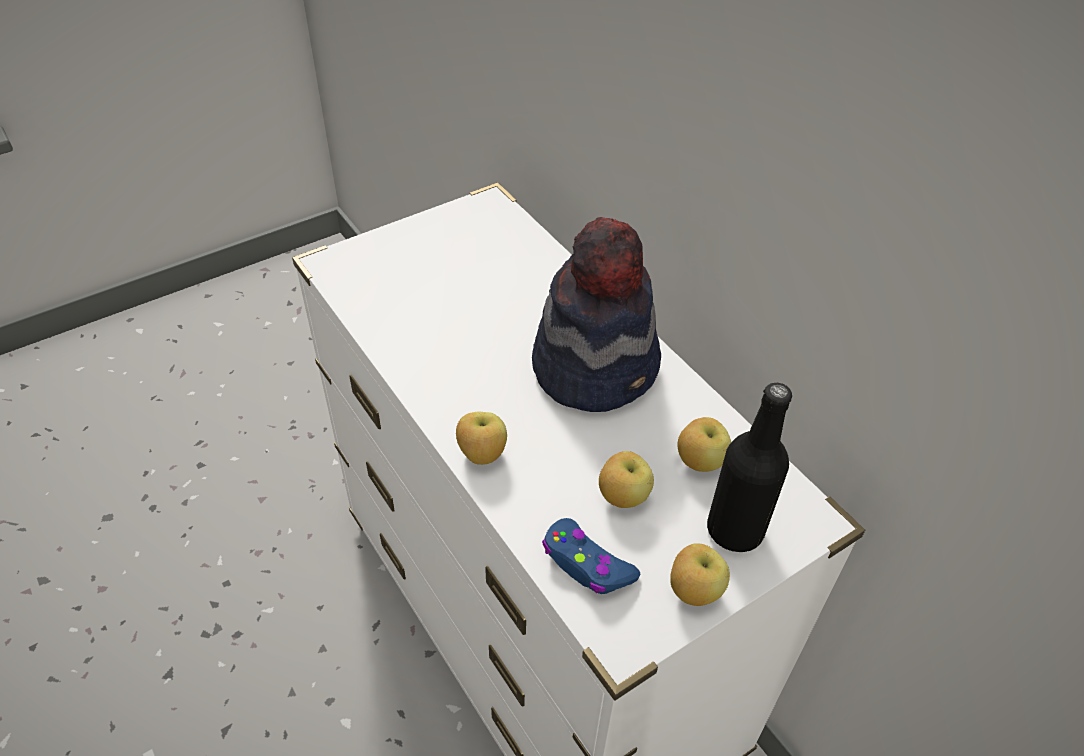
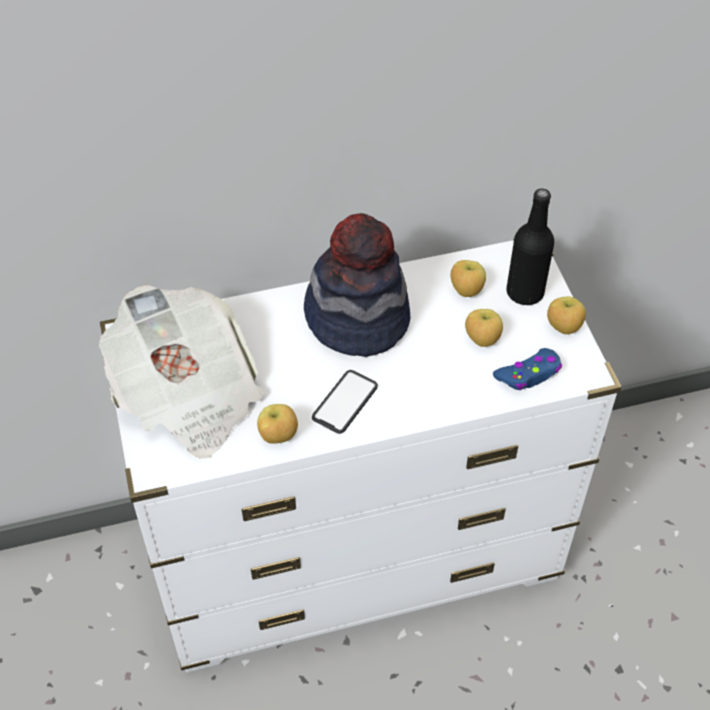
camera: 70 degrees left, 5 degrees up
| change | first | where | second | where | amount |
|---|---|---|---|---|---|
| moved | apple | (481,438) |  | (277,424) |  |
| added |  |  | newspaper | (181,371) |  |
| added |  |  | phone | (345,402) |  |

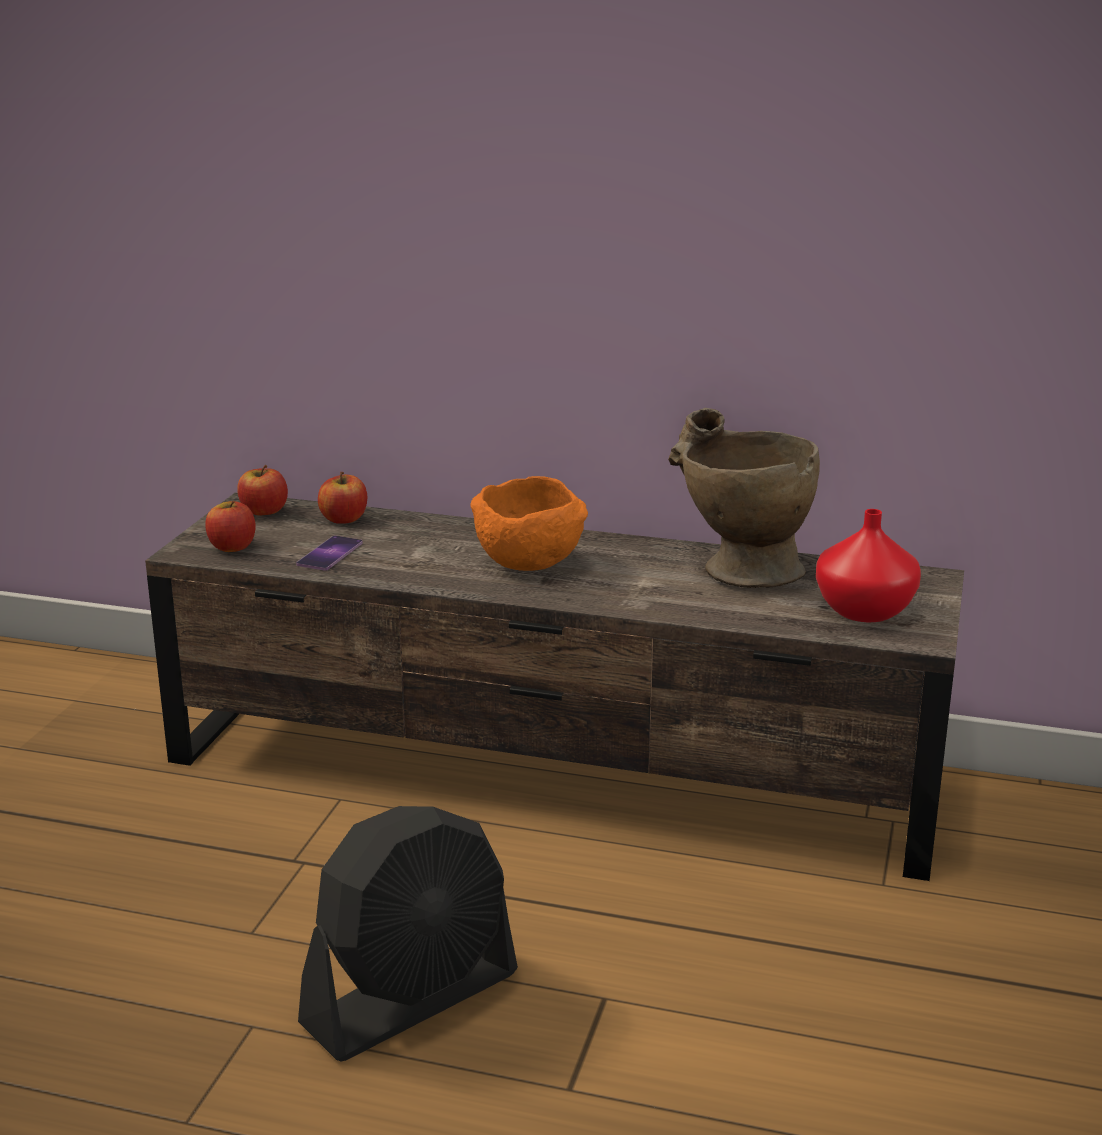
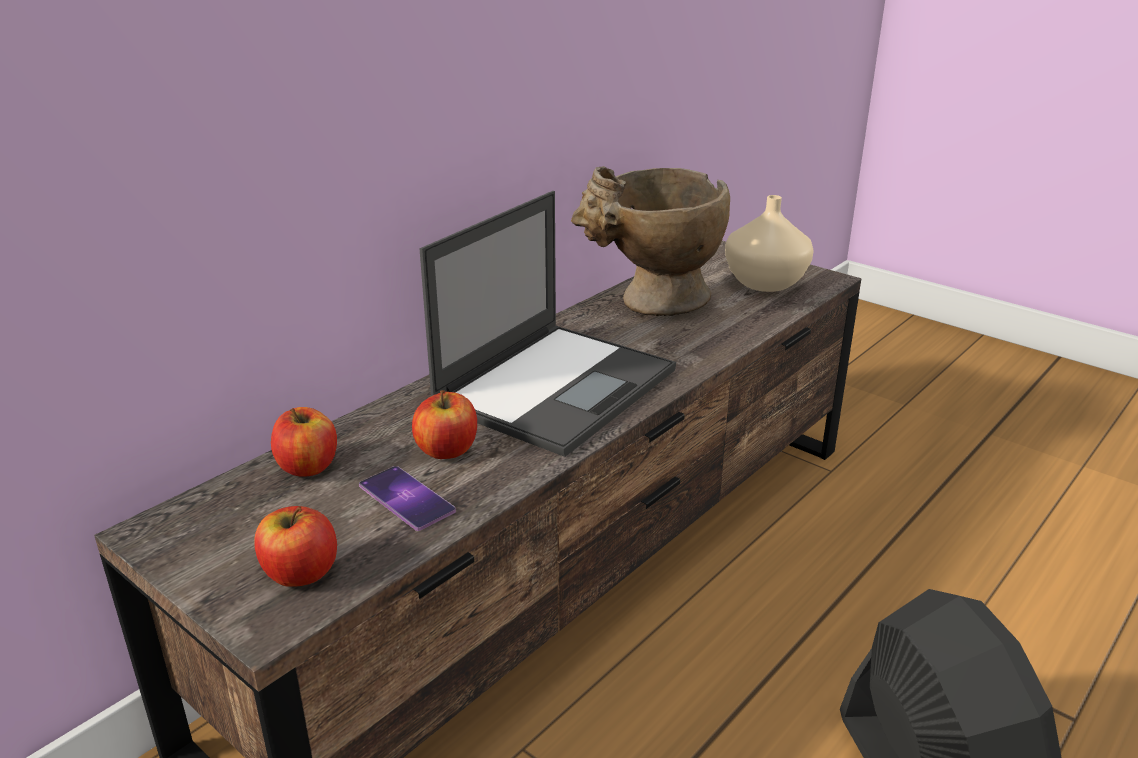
camera: 65 degrees left, 5 degrees up
| change | first | where | second | where | amount |
|---|---|---|---|---|---|
| moved | apple | (262,490) |  | (444,424) |  |
| replaced | orange bowl | (529,523) | laptop | (547,324) |  |
| recoloured | red vase | (868,565) | beige vase | (769,243) |  |

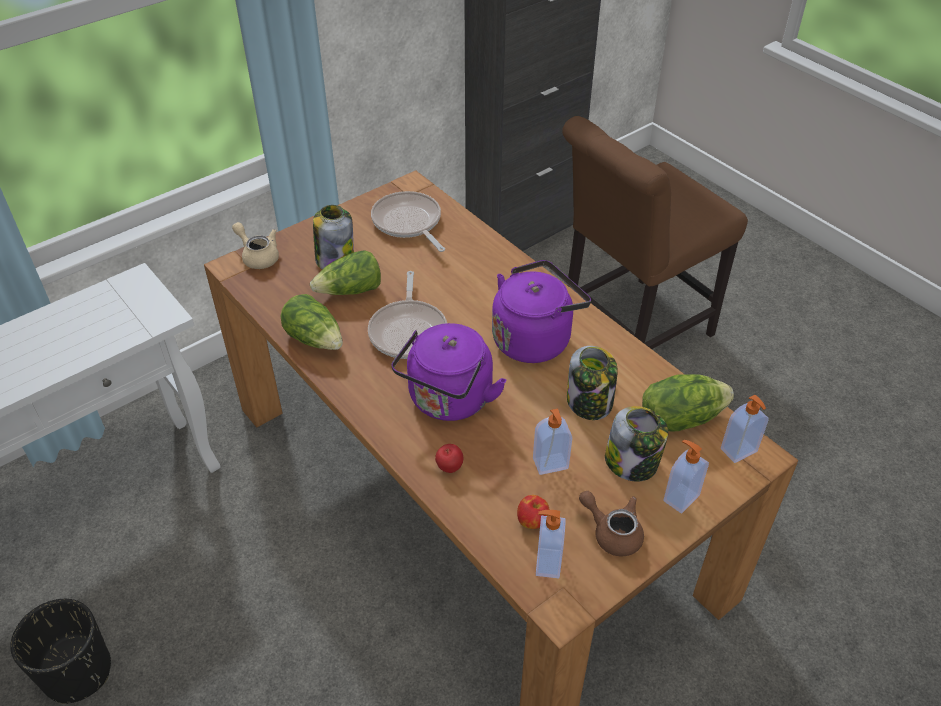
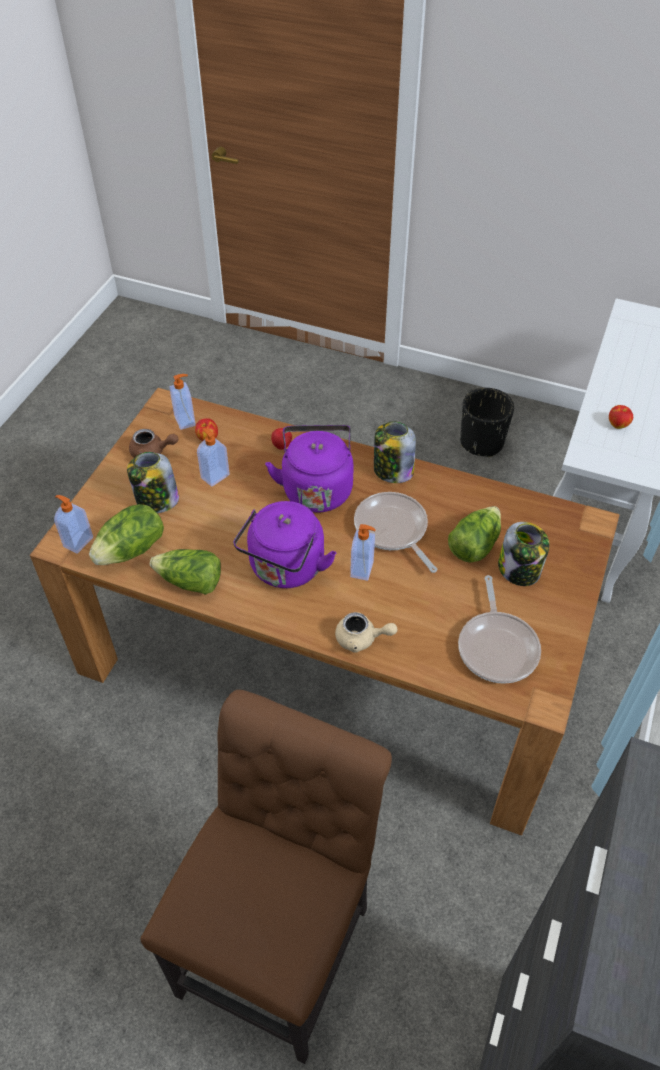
camera: 150 degrees right, 5 degrees up
| change | first | where | second | where | amount |
|---|---|---|---|---|---|
| turned | frying pan | (408,221) |  | (499,629) | 60 degrees clockwise |
| moved | beige teapot | (255,245) |  | (366,632) |  |
| moved | lettuce | (312,322) |  | (185,572) |  |
| moved | jar | (592,383) |  | (395,452) |  |
| moved | soap dispenser | (686,477) |  | (363,552) |  |
| added |  |  | apple | (621,417) |  |

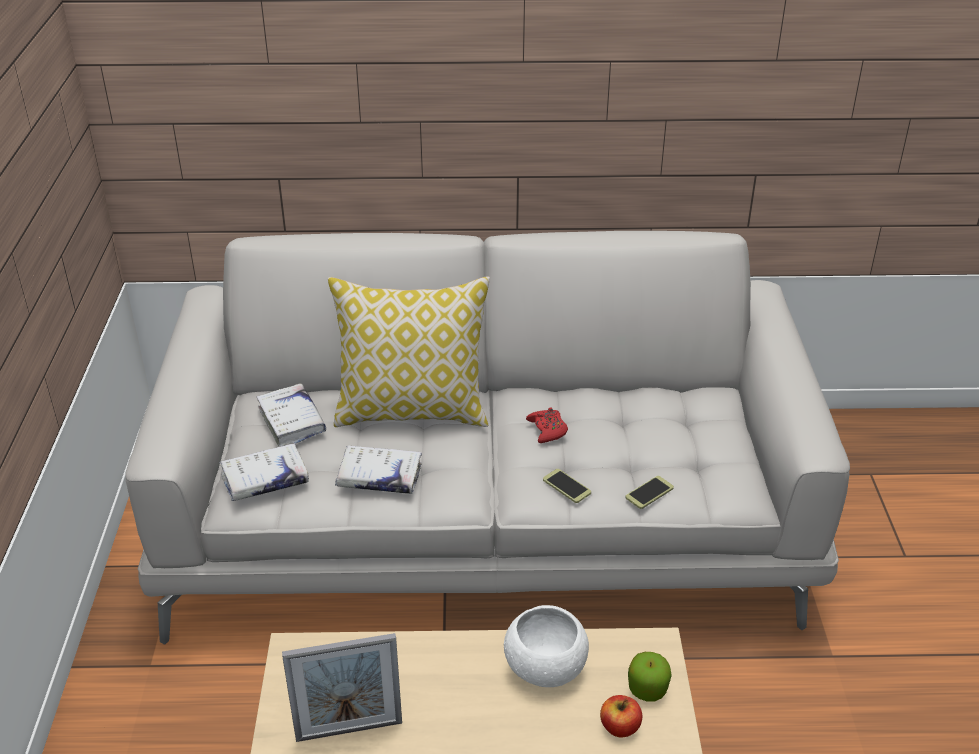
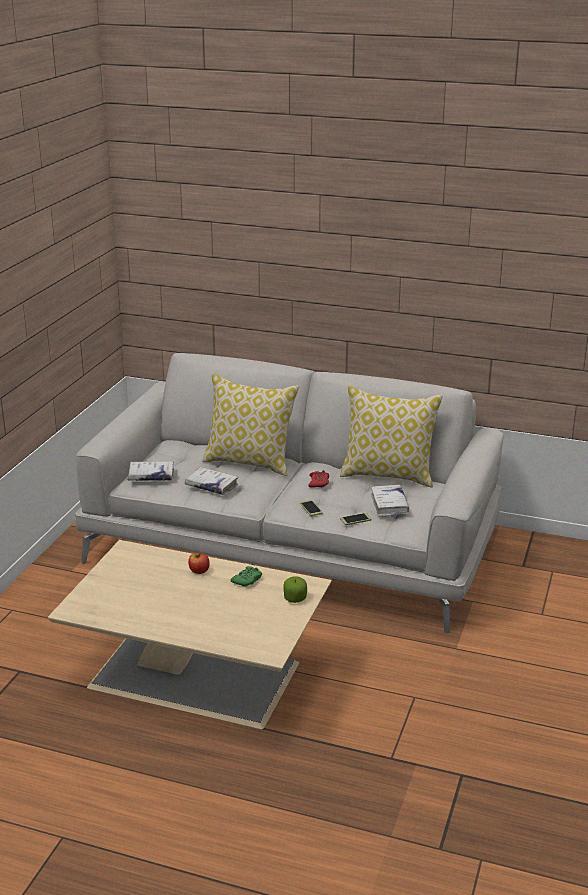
camera: 20 degrees right, 10 degrees down
| change | first | where | second | where | amount |
|---|---|---|---|---|---|
| moved | white book | (291,415) |  | (390,500) |  |
| replaced | white bowl | (546,646) | green game controller | (246,576) |  |
| removed | picture frame | (342,687) |  |  |  |
| moved | apple | (621,716) |  | (199,563) |  |
| added |  |  | pillow | (391,436) |  |

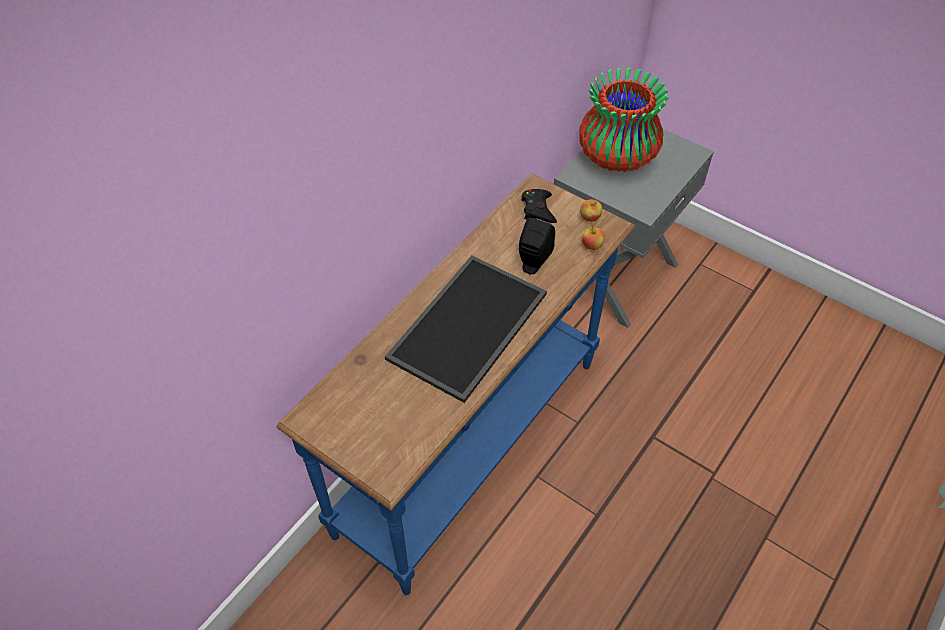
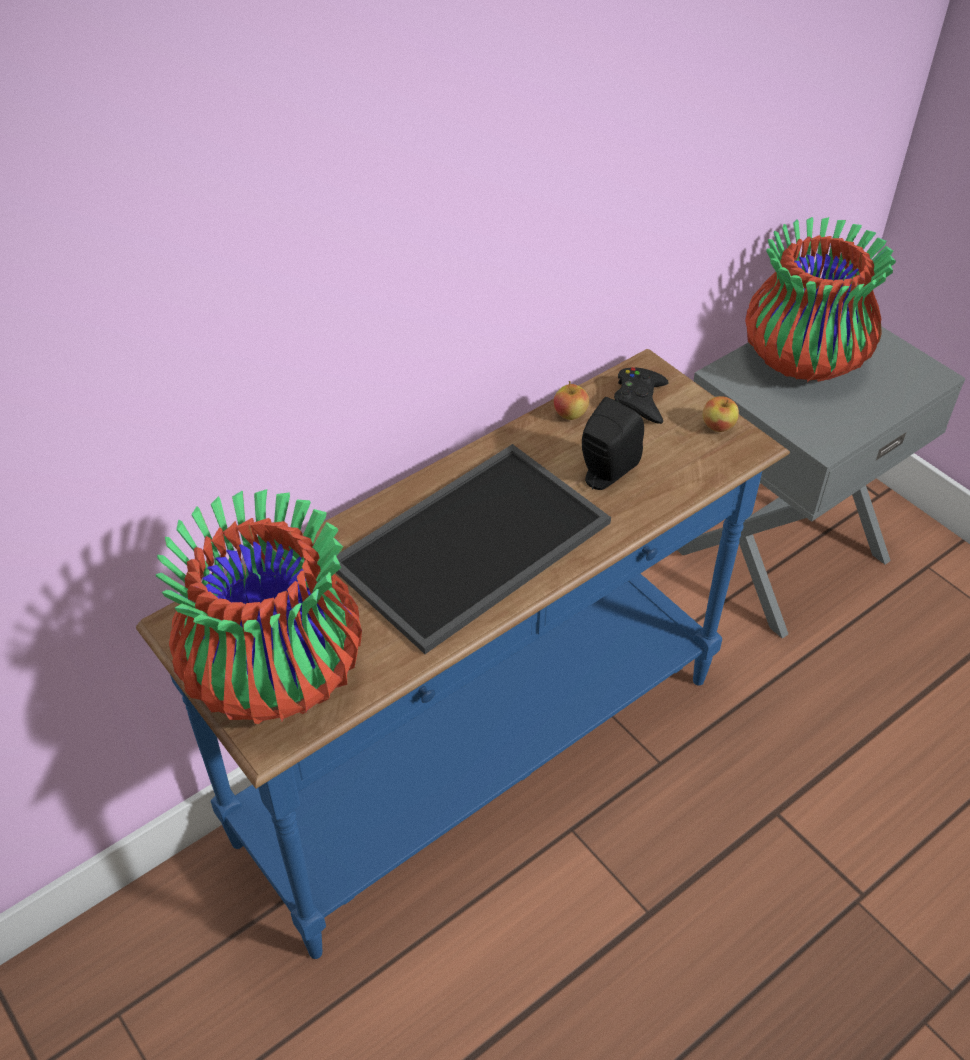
camera: 15 degrees right, 5 degrees down
| change | first | where | second | where | amount |
|---|---|---|---|---|---|
| moved | apple | (593,238) |  | (571,400) |  |
| added |  |  | vase | (259,606) |  |

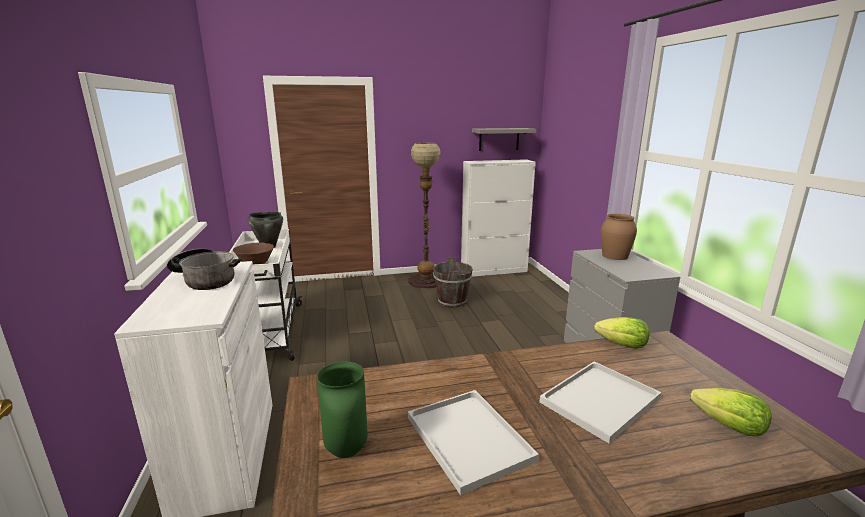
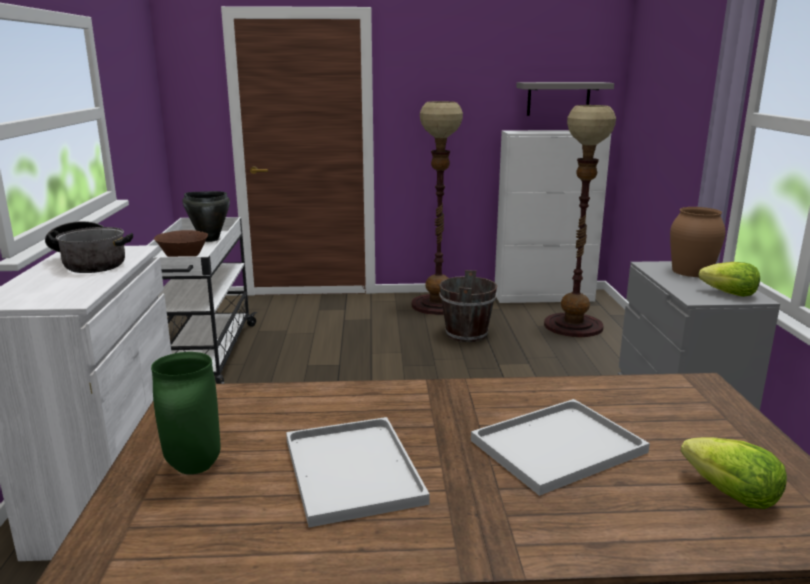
camera: 10 degrees right, 0 degrees up
| change | first | where | second | where | amount |
|---|---|---|---|---|---|
| moved | lettuce | (622,333) |  | (729,279) |  |
| added |  |  | floor lamp | (580,221) |  |

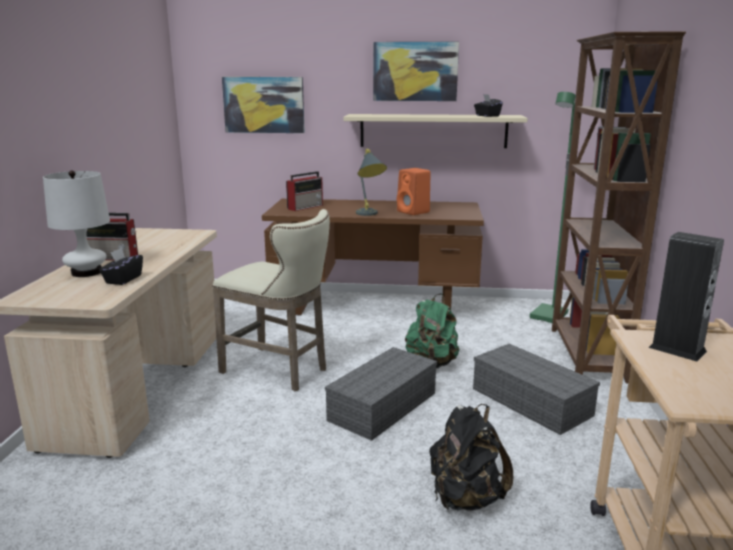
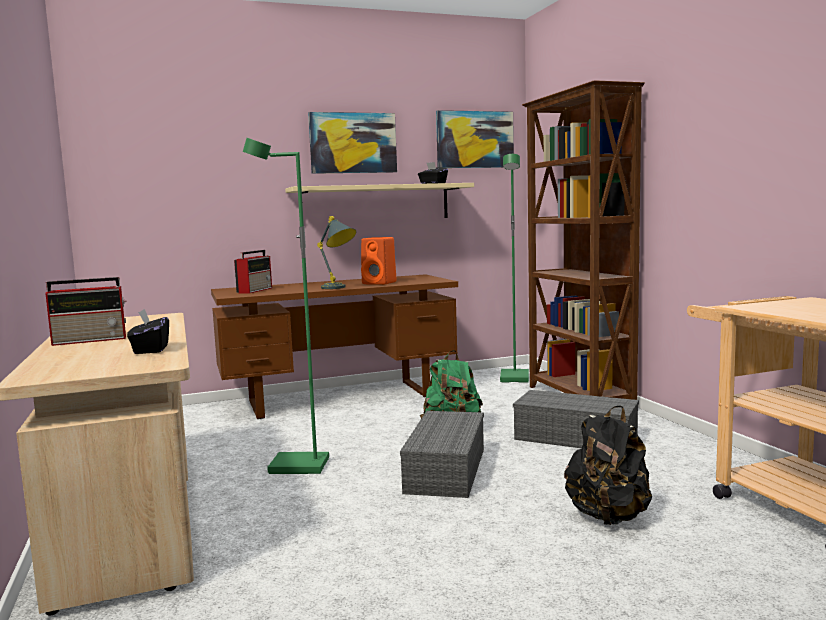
camera: 25 degrees left, 10 degrees down
| change | first | where | second | where | amount |
|---|---|---|---|---|---|
| moved | picture | (263,105) |  | (475,139) |  |
| removed | white table lamp | (76,223) |  |  |  |
| replaced | beige stool | (271,300) | green floor lamp | (286,306) |  |
| removed | speaker | (686,296) |  |  |  |

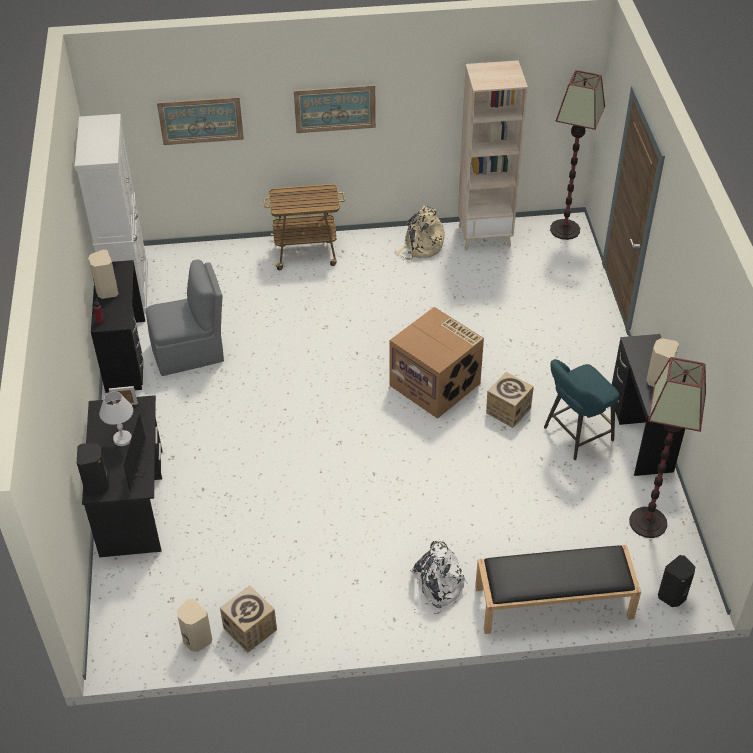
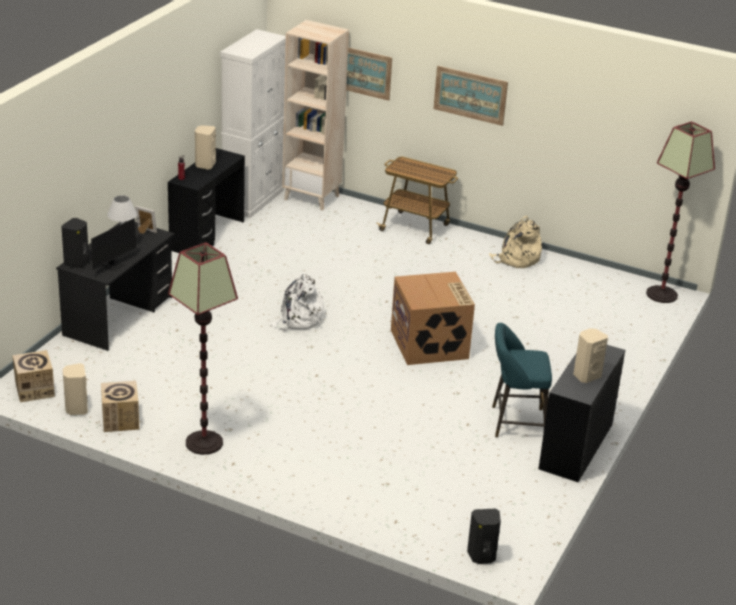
camera: 30 degrees right, 15 degrees down
| change | first | where | second | where | amount |
|---|---|---|---|---|---|
| moved | beige bookcase | (493,155) |  | (315,115) |  |
| removed | grey chair | (185,317) |  |  |  |
| moved | floor lamp | (667,447) |  | (203,349) |  |
| moved | cardboard box | (510,400) |  | (33,376) |  |
| moved | white backpack | (439,576) |  | (296,301) |  |
| removed | black bench | (558,589) |  |  |  |

